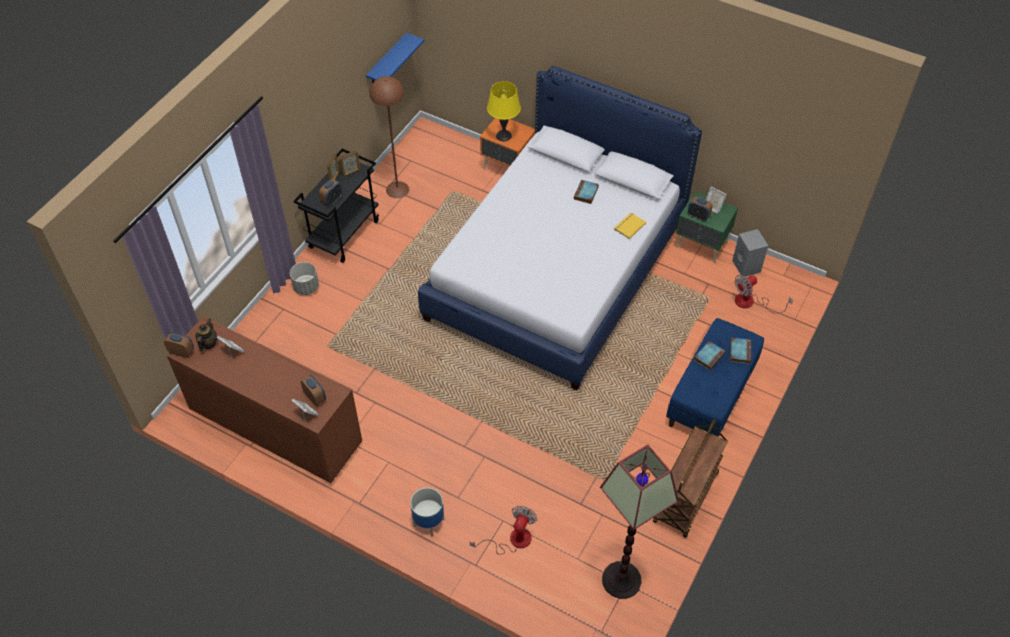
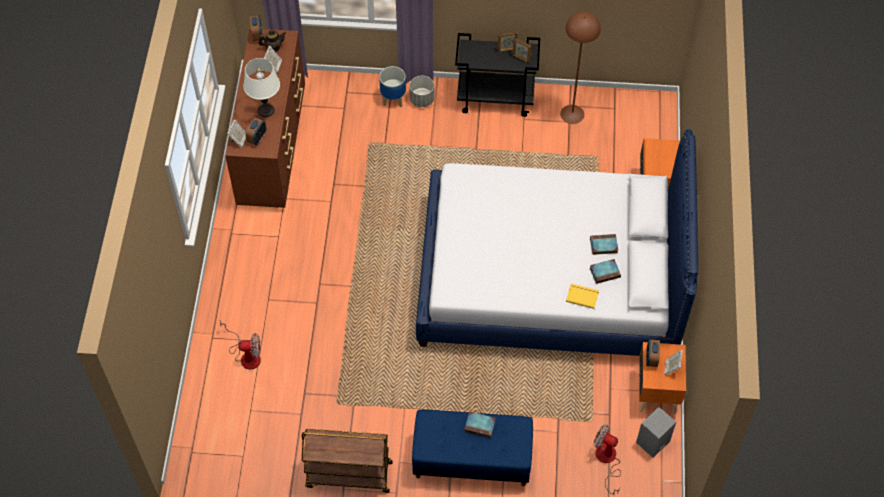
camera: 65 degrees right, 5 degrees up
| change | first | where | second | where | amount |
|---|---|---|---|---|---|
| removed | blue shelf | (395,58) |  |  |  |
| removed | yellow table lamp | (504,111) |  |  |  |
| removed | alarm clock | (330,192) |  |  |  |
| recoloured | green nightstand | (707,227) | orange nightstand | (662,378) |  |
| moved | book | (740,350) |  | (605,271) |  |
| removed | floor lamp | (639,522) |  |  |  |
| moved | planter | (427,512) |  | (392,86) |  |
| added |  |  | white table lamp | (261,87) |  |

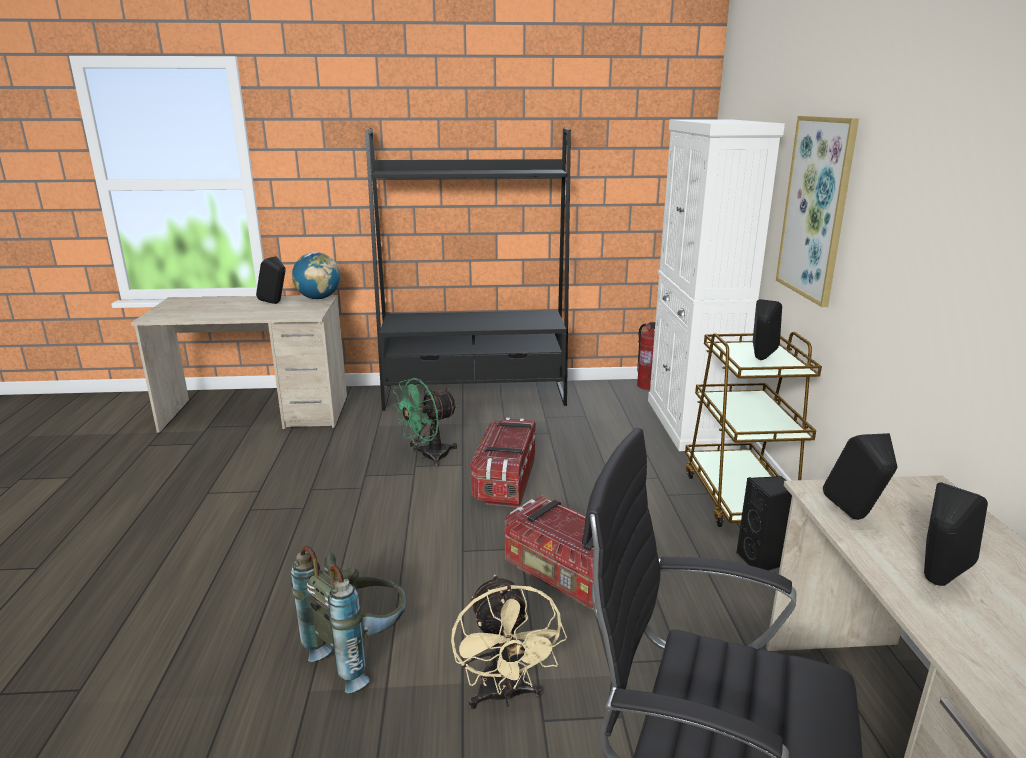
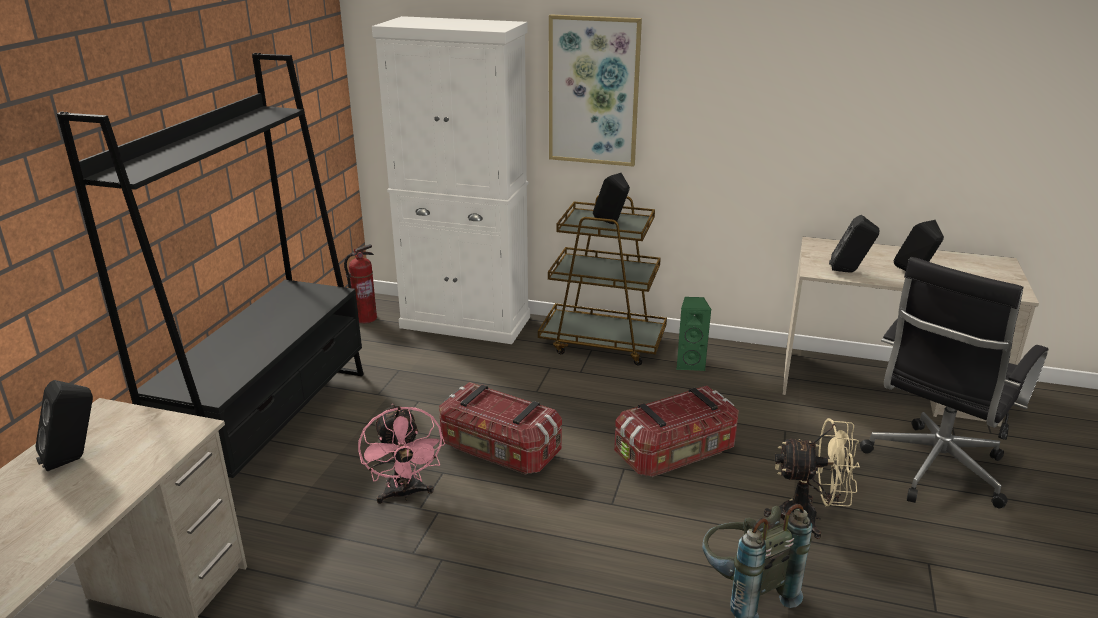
camera: 70 degrees left, 5 degrees up
| change | first | where | second | where | amount |
|---|---|---|---|---|---|
| removed | globe | (316,275) |  |  |  |
| recoloured | green fan | (425,422) | pink fan | (401,454) |  |
| recoloured | black speaker | (764,523) | green speaker | (693,334) |  |

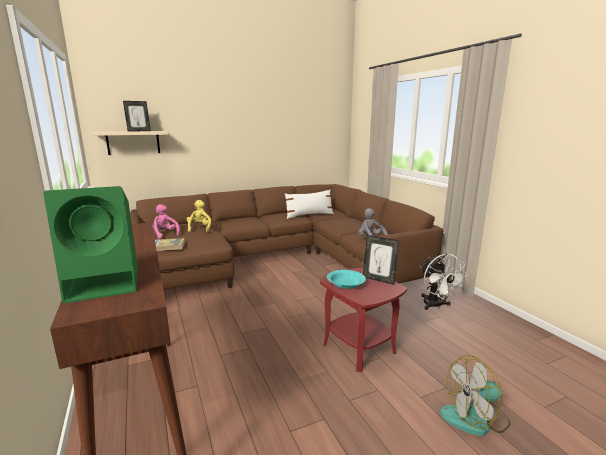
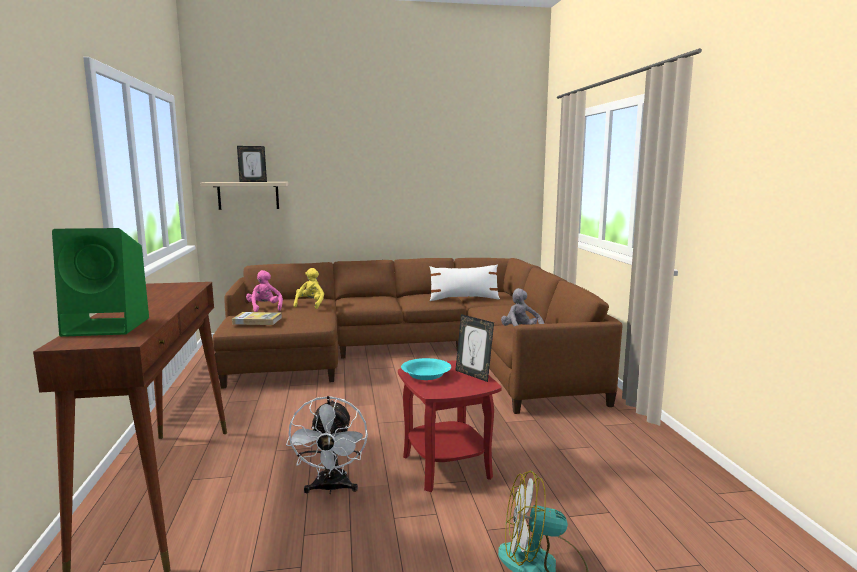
camera: 15 degrees right, 5 degrees down
| change | first | where | second | where | amount |
|---|---|---|---|---|---|
| moved | white fan | (444,281) |  | (327,445) |  |

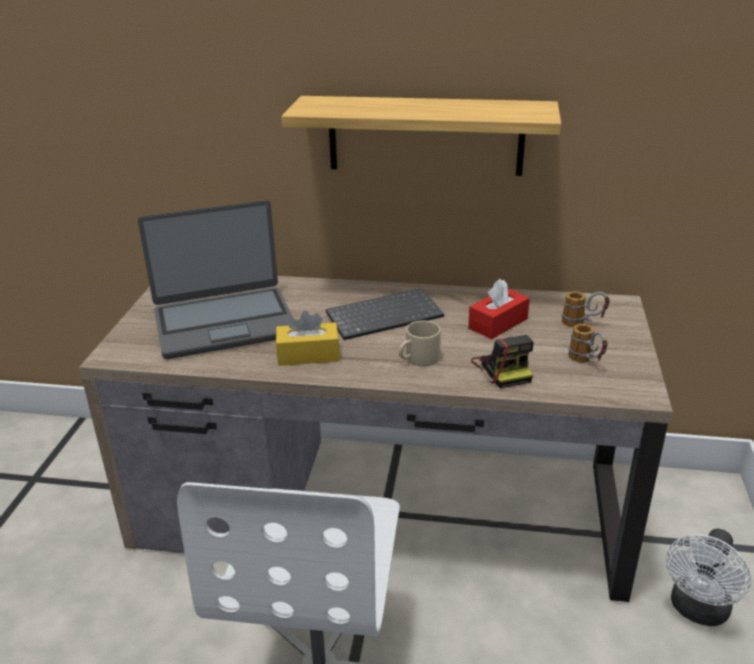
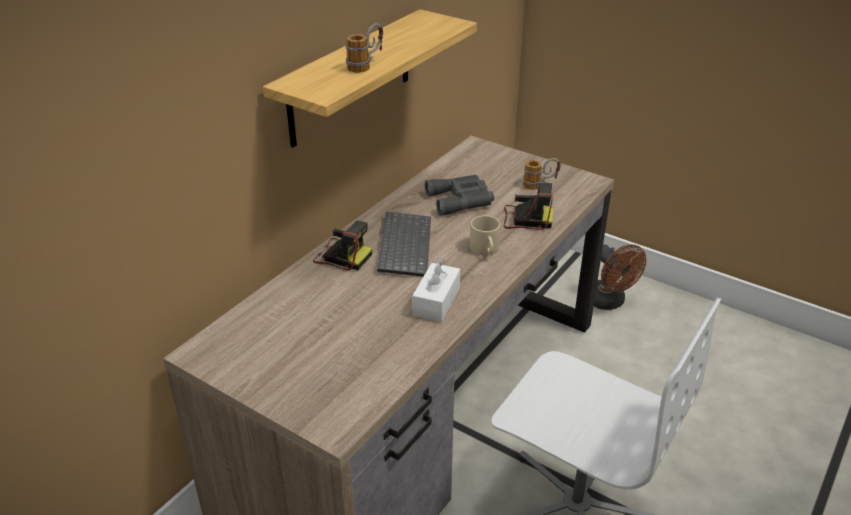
camera: 65 degrees left, 5 degrees up
| change | first | where | second | where | amount |
|---|---|---|---|---|---|
| removed | laptop | (216,279) |  |  |  |
| replaced | red tissue box | (499,309) | grey binoculars | (459,195) |  |
| moved | mug | (586,309) |  | (364,48) |  |
| recoloured | yellow tissue box | (308,338) | white tissue box | (436,290) |  |
| recoloured | white fan | (708,577) | brown fan | (620,277) |  |
| added |  |  | photo camera | (342,245) |  |

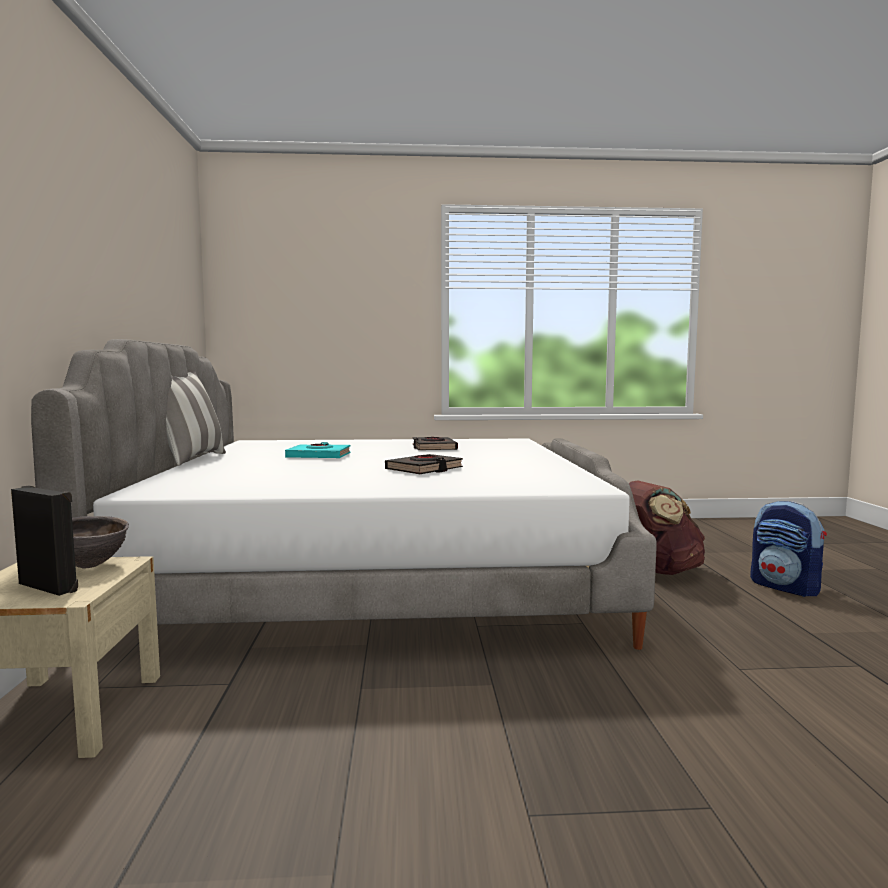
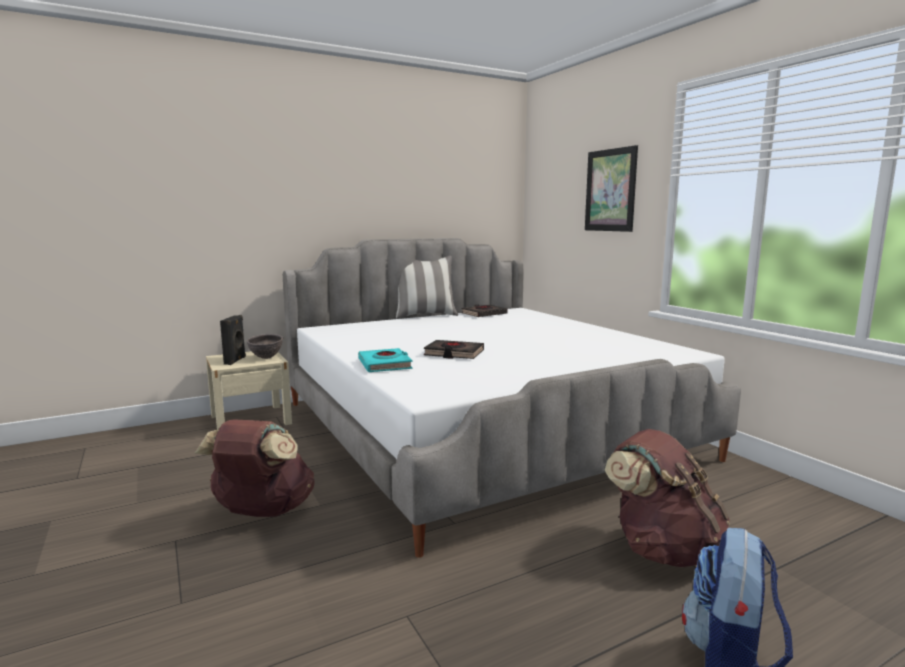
camera: 65 degrees right, 5 degrees up
| change | first | where | second | where | amount |
|---|---|---|---|---|---|
| moved | black book | (435,443) |  | (485,311) |  |
| moved | turquoise book | (318,450) |  | (385,360) |  |
| added |  |  | picture | (611,188) |  |
| added |  |  | brown backpack | (255,468) |  |

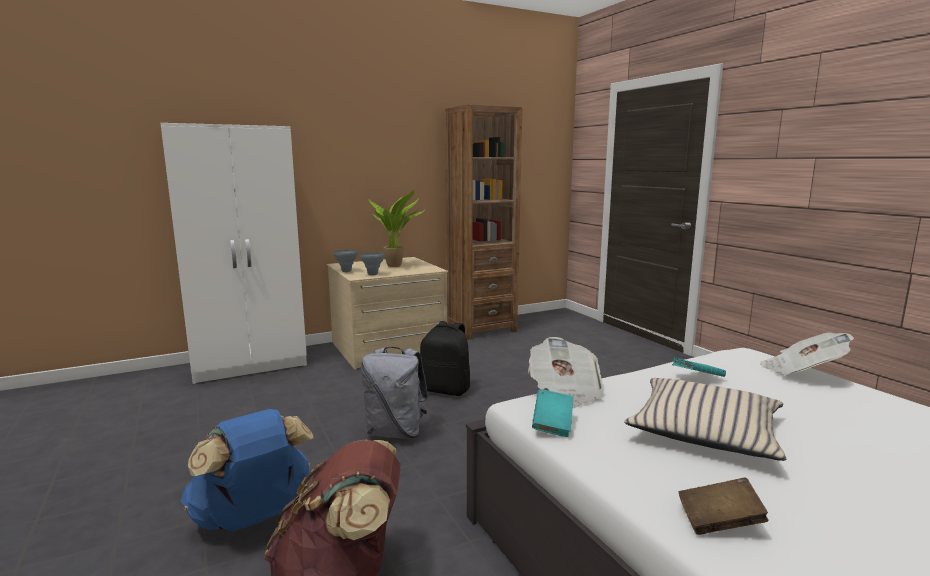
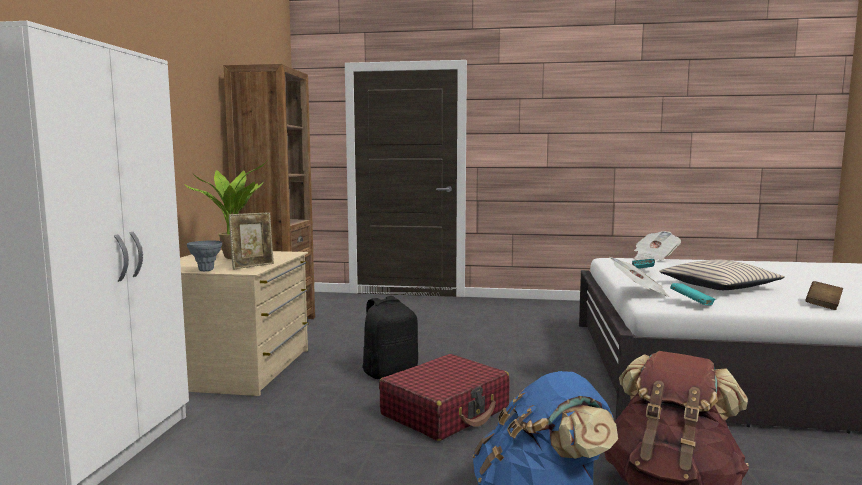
camera: 55 degrees left, 5 degrees down
| change | first | where | second | where | amount |
|---|---|---|---|---|---|
| replaced | grey vase | (372,263) | picture frame | (251,241) |  |
| replaced | grey backpack | (394,392) | red suitcase | (444,397) |  |

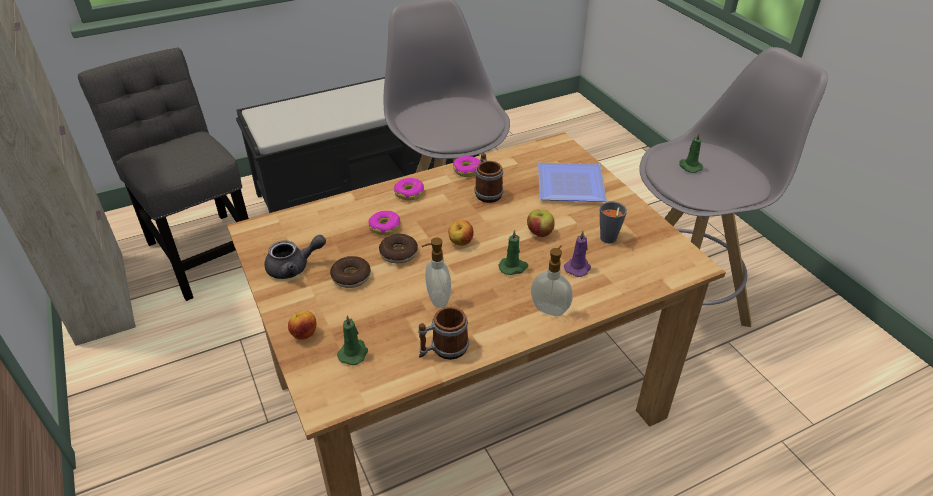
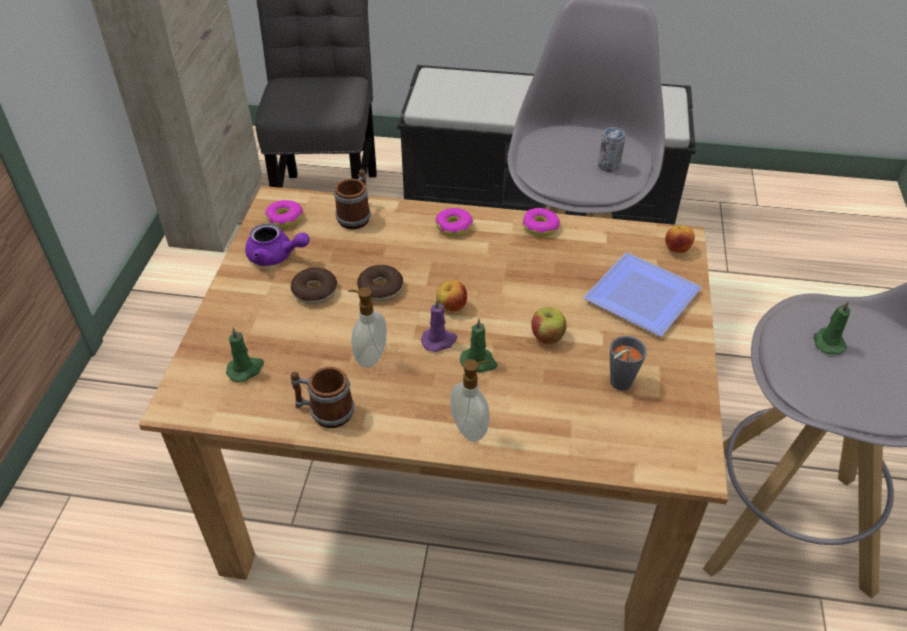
camera: 35 degrees right, 5 degrees up
| change | first | where | second | where | amount |
|---|---|---|---|---|---|
| moved | mug | (489,178) |  | (352,199) |  |
| moved | donut | (384,223) |  | (284,214) |  |
| moved | purple candle | (577,254) |  | (439,325) |  |
| recoloured | grey teapot | (295,257) | purple teapot | (277,244) |  |
| moved | apple | (302,325) |  | (680,239) |  |
| added |  |  | can | (611,149) |  |

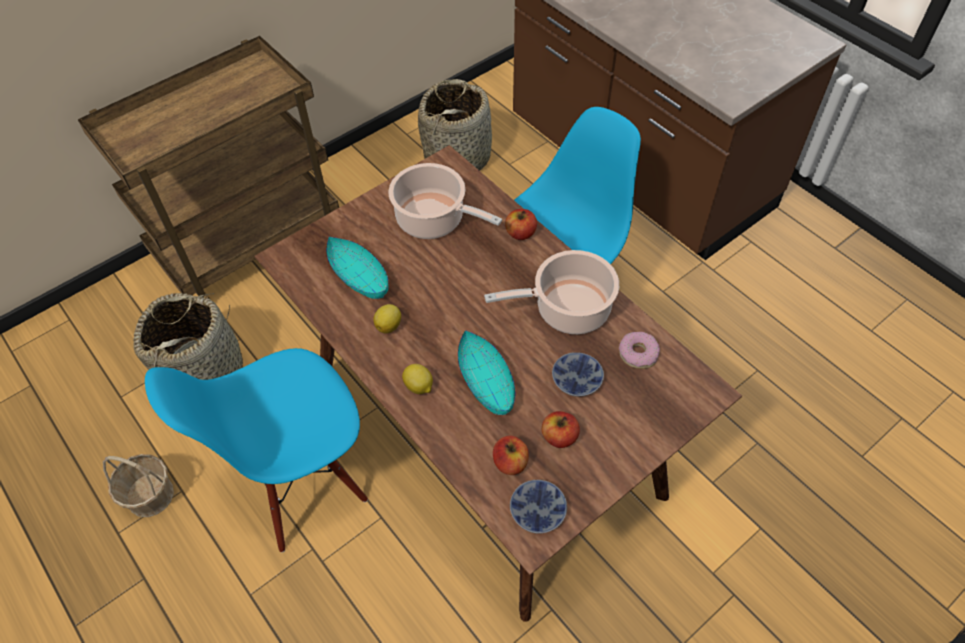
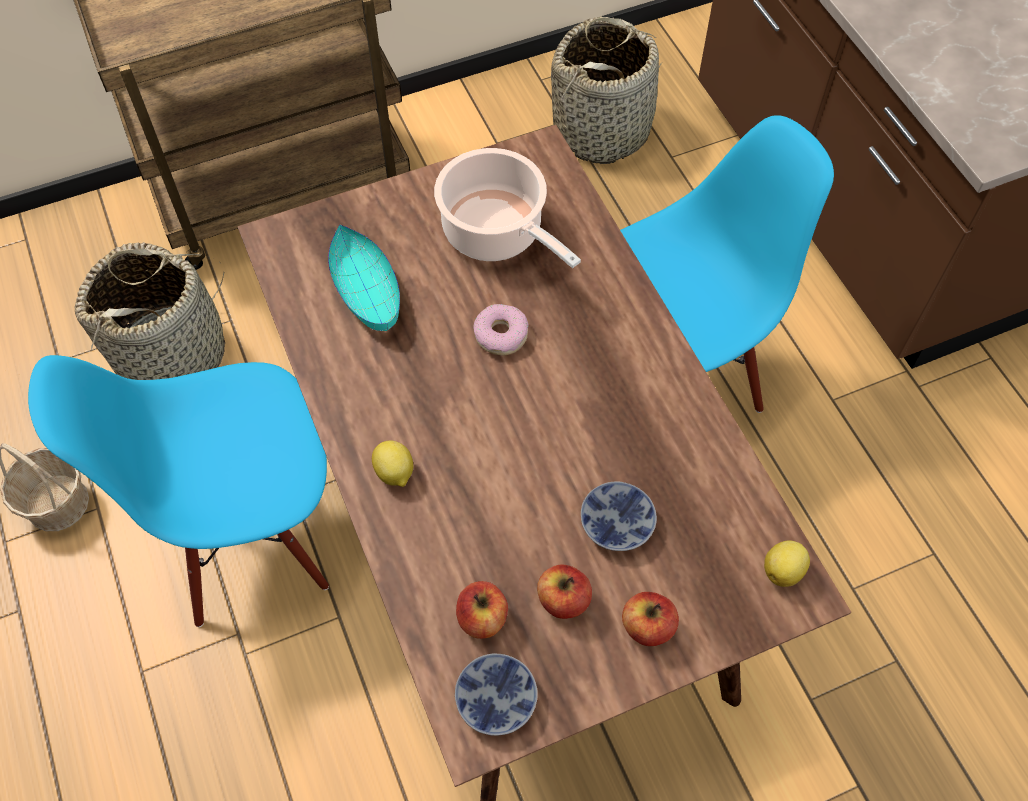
camera: 15 degrees right, 5 degrees up
| change | first | where | second | where | amount |
|---|---|---|---|---|---|
| moved | apple | (521,224) |  | (650,619) |  |
| removed | cooking pot | (551,292) |  |  |  |
| moved | lemon | (387,319) |  | (787,563) |  |
| removed | turquoise bowl | (486,372) |  |  |  |
| moved | donut | (639,350) |  | (500,330) |  |

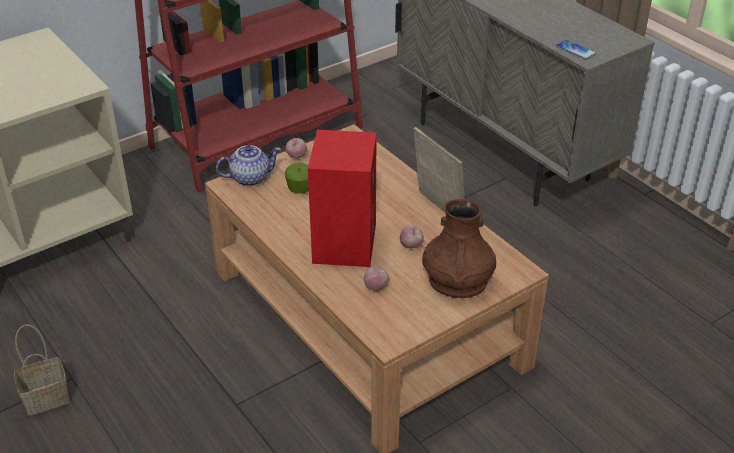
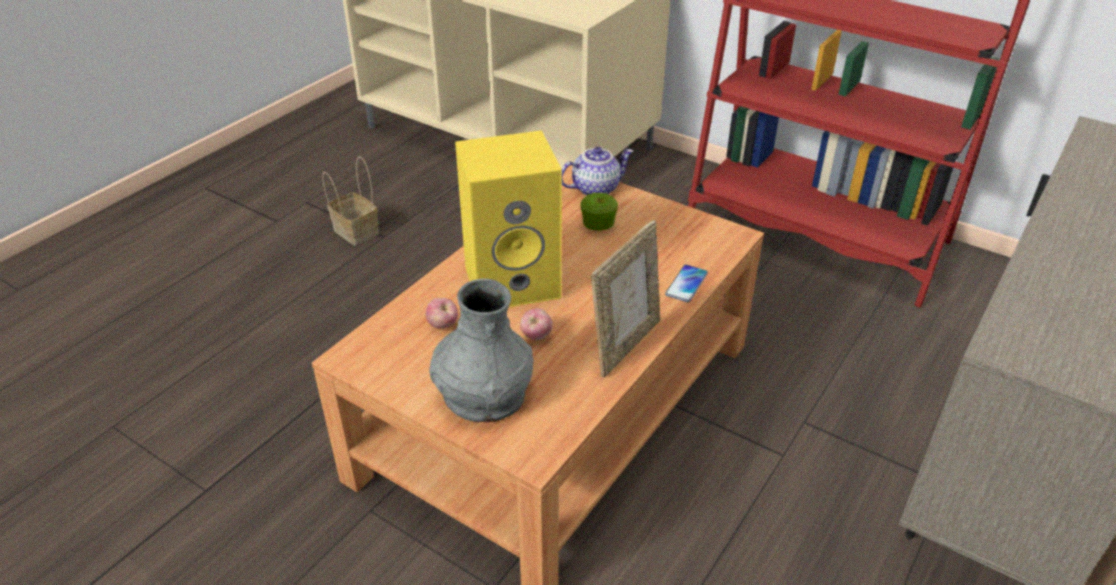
camera: 70 degrees right, 0 degrees up
| change | first | where | second | where | amount |
|---|---|---|---|---|---|
| moved | phone | (576,50) |  | (686,283) |  |
| recoloured | red speaker | (342,198) | yellow speaker | (508,218) |  |
| removed | apple | (296,148) |  |  |  |
| turned | teapot | (248,165) |  | (598,171) | 75 degrees counterclockwise |
| recoloured | brown vase | (459,248) | grey vase | (481,350) |  |

